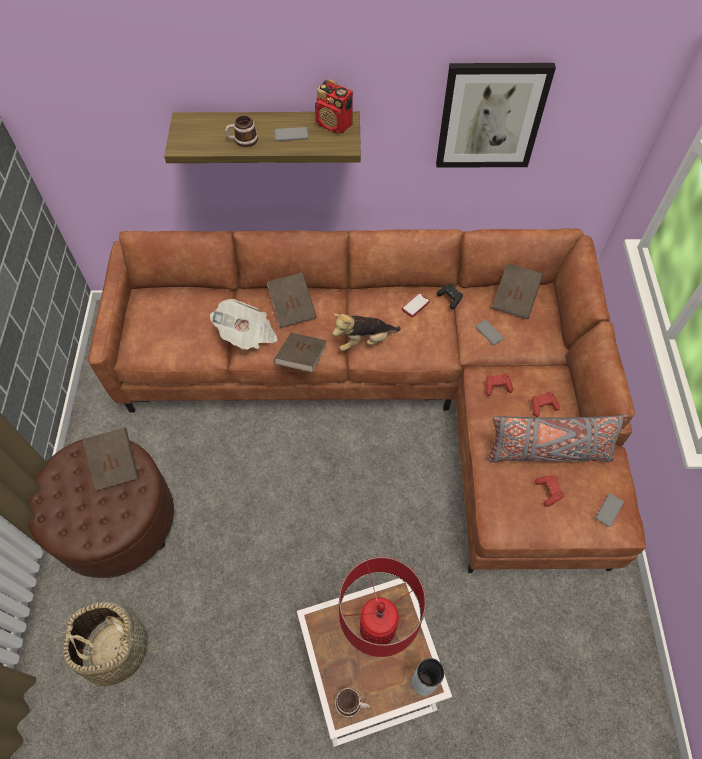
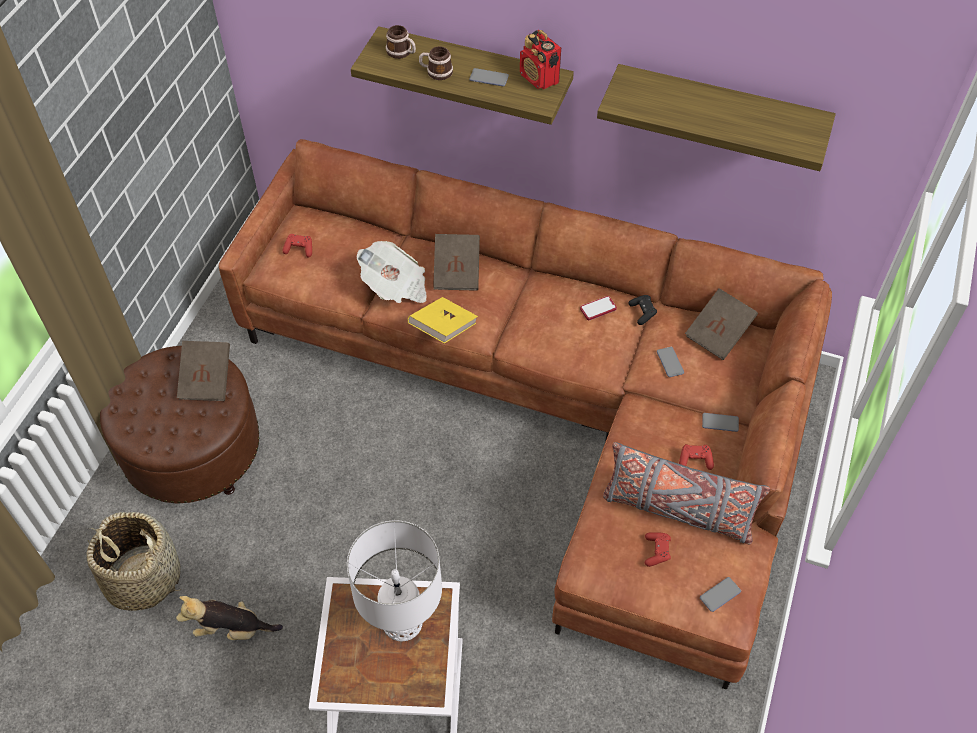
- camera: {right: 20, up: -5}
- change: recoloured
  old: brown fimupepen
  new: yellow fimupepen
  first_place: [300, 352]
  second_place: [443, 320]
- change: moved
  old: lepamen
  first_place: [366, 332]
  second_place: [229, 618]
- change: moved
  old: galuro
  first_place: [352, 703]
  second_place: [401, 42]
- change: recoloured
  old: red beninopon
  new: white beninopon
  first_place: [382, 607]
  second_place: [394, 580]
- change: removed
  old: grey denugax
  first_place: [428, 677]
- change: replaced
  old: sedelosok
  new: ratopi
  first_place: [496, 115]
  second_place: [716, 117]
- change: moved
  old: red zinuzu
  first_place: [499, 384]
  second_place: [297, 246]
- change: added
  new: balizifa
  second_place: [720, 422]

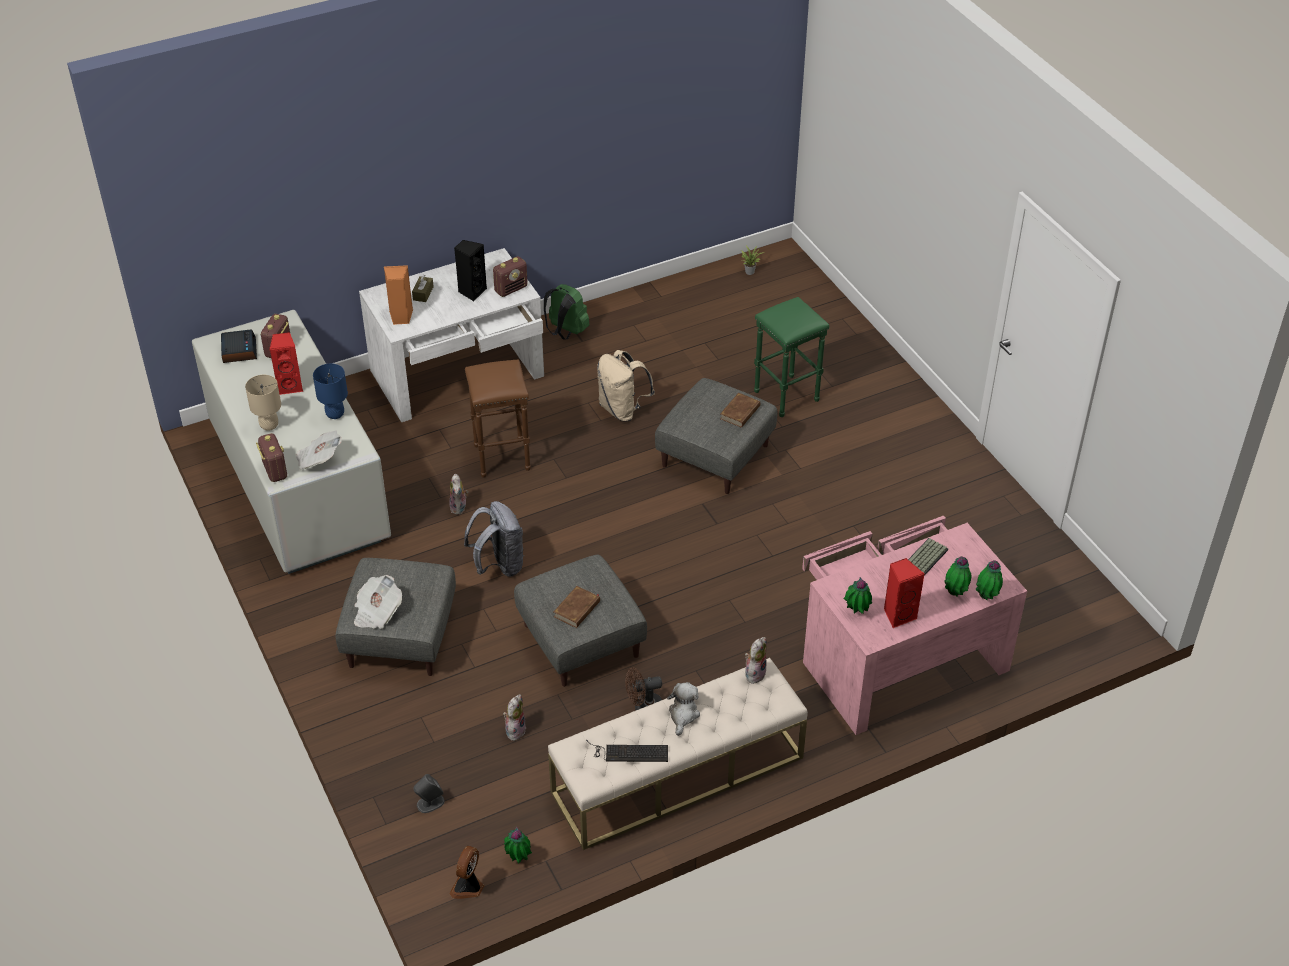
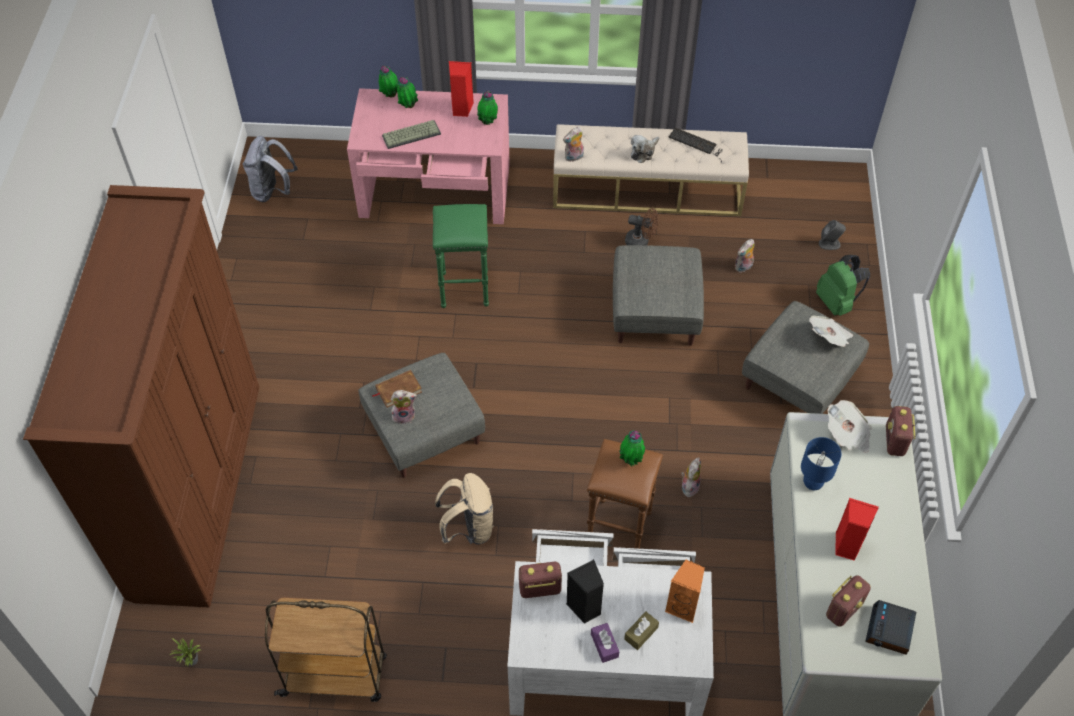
- camera: {right: -150, up: 10}
- change: removed
  old: beige beninopon
  first_place: [263, 402]
- change: removed
  old: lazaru
  first_place: [466, 872]
- change: moved
  old: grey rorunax
  first_place: [494, 539]
  second_place: [270, 169]
- change: moved
  old: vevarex
  first_place: [518, 845]
  second_place: [632, 448]
- change: moved
  old: green rorunax
  first_place: [567, 312]
  second_place: [843, 285]
- change: removed
  old: brown fimupepen
  first_place: [577, 607]
- change: moved
  old: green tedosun
  first_place: [791, 357]
  second_place: [461, 256]
- change: added
  new: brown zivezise
  second_place: [141, 396]
- change: added
  new: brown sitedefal
  second_place: [326, 650]
- change: added
  new: lepamen
  second_place: [404, 407]
- change: added
  new: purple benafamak
  second_place: [605, 643]

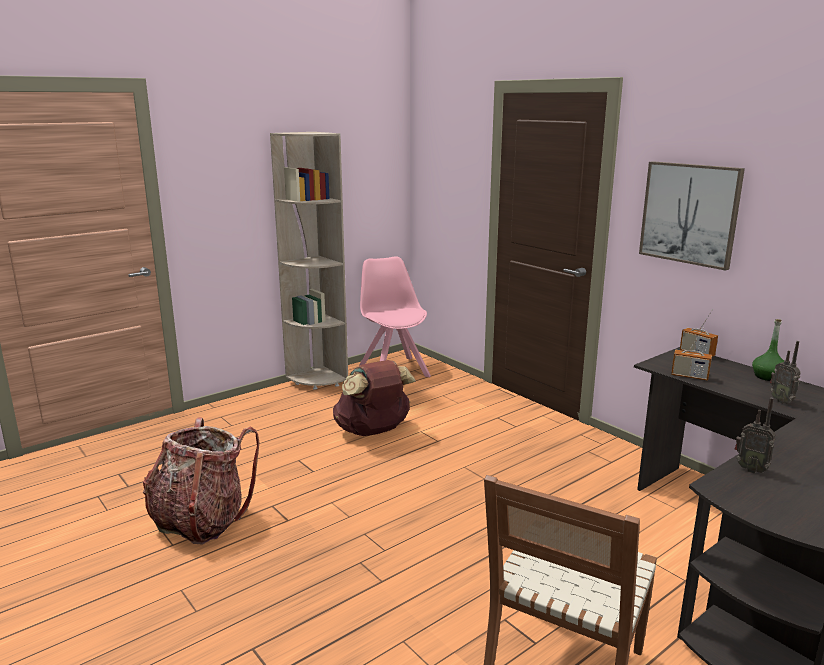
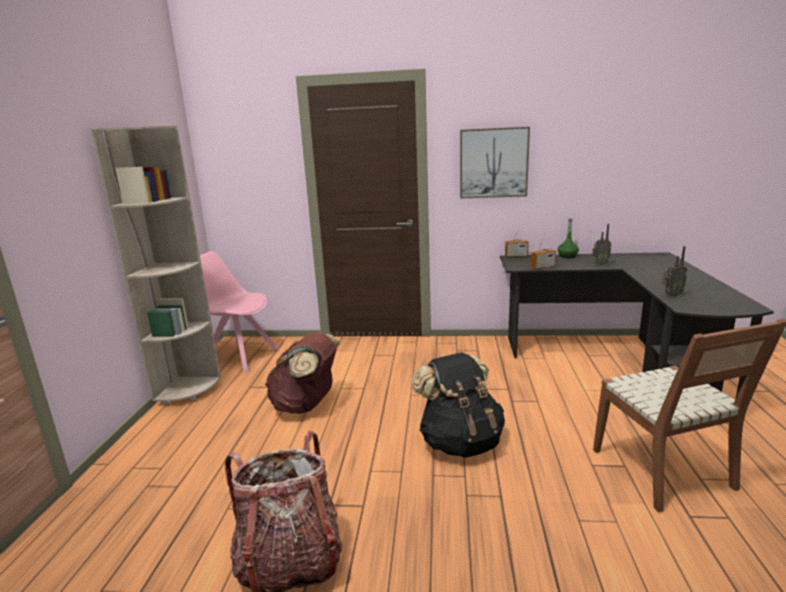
- camera: {right: -45, up: 0}
- change: added
  new: black rorunax
  second_place: [458, 405]

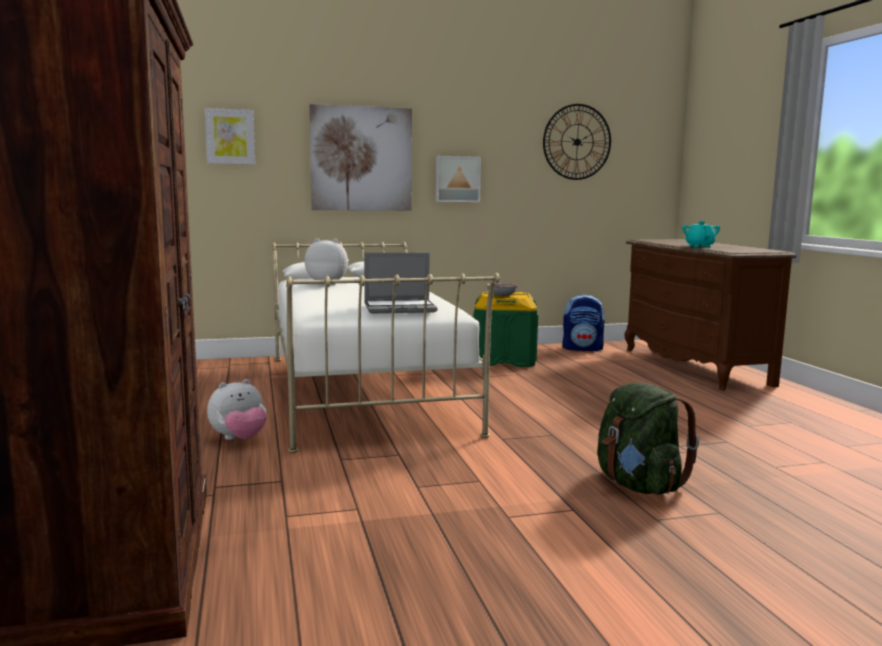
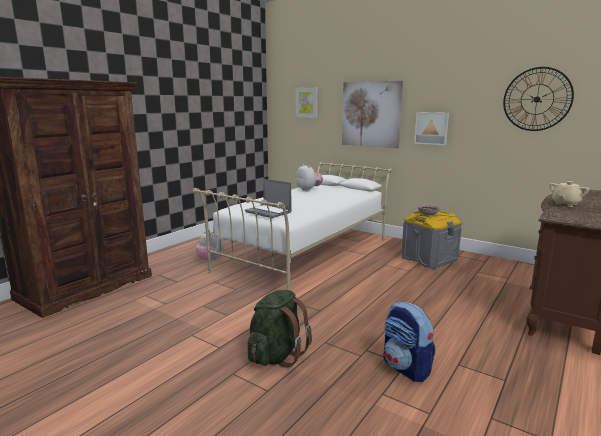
- camera: {right: 50, up: 5}
- change: recoloured
  old: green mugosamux
  new: grey mugosamux
  first_place: [505, 329]
  second_place: [432, 239]
- change: moved
  old: rorunax
  first_place: [583, 323]
  second_place: [409, 342]
- change: recoloured
  old: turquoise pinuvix
  new: beige pinuvix
  first_place: [701, 234]
  second_place: [569, 194]

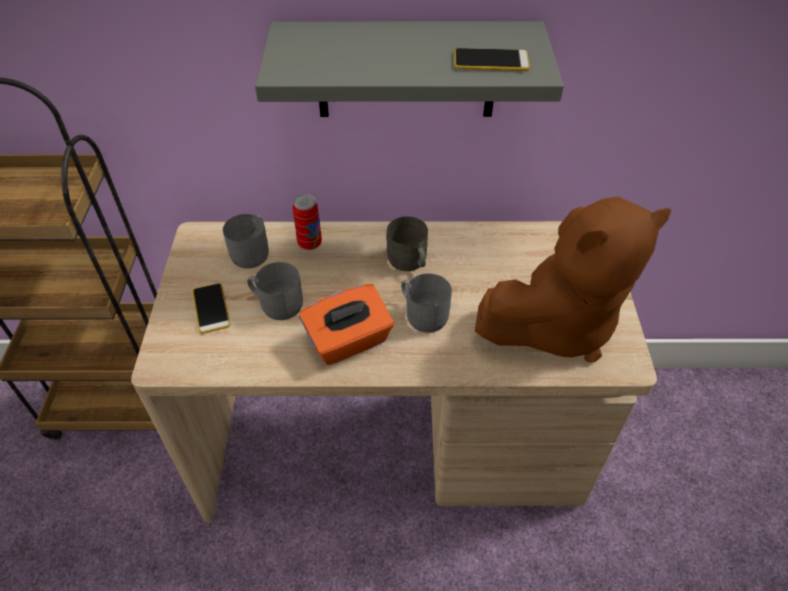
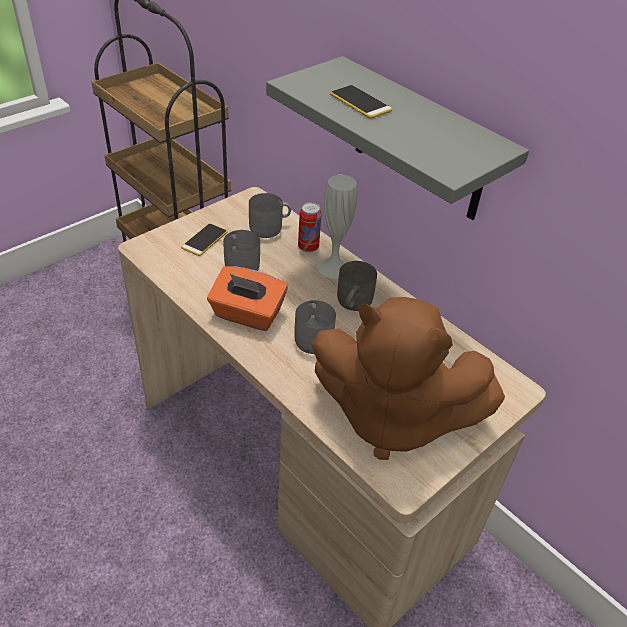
- camera: {right: 45, up: -5}
- change: moved
  old: balizifa
  first_place: [492, 59]
  second_place: [361, 101]
- change: added
  new: white denugax
  second_place: [337, 227]

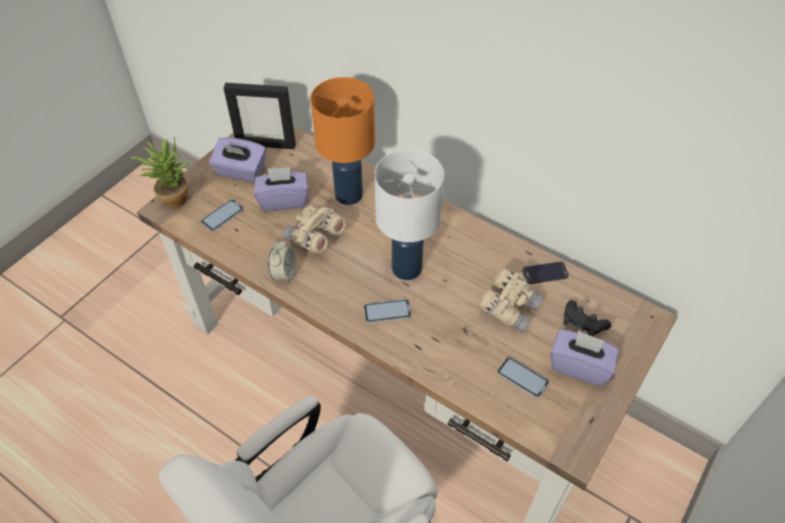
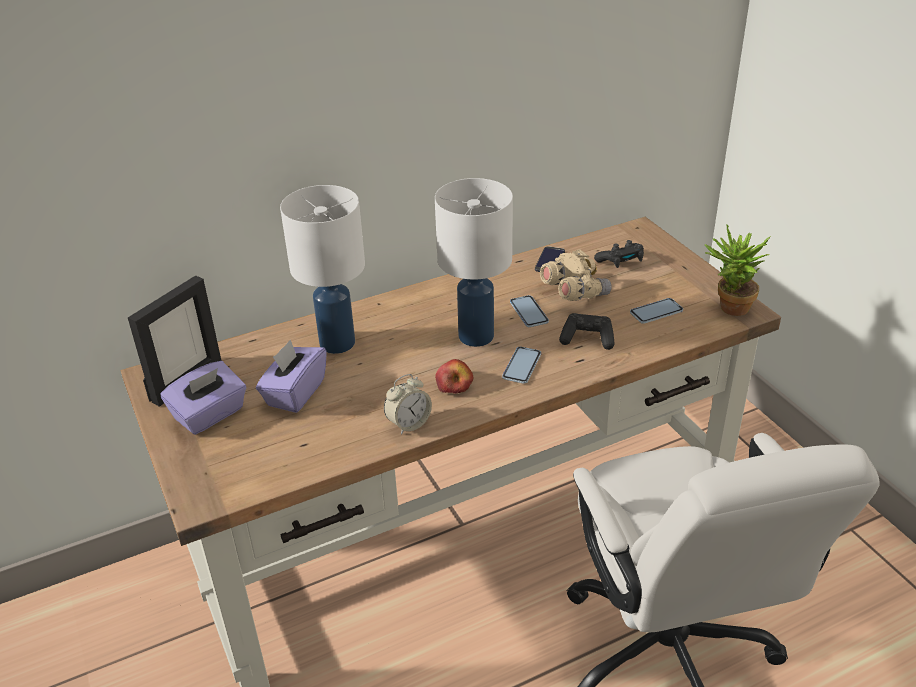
- camera: {right: -60, up: -15}
- change: moved
  old: vevarex
  first_place: [160, 172]
  second_place: [738, 270]
- change: moved
  old: balizifa
  first_place: [222, 215]
  second_place: [529, 311]
- change: turned
  old: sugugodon
  first_place: [282, 261]
  second_place: [408, 404]
  degrees: 105
- change: removed
  old: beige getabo
  first_place: [314, 229]
- change: recoloured
  old: orange beninopon
  new: white beninopon
  first_place: [342, 141]
  second_place: [322, 269]
- change: removed
  old: purple benafamak
  first_place: [584, 357]
- change: added
  new: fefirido
  second_place: [454, 376]
- change: added
  new: black zinuzu
  second_place: [586, 331]

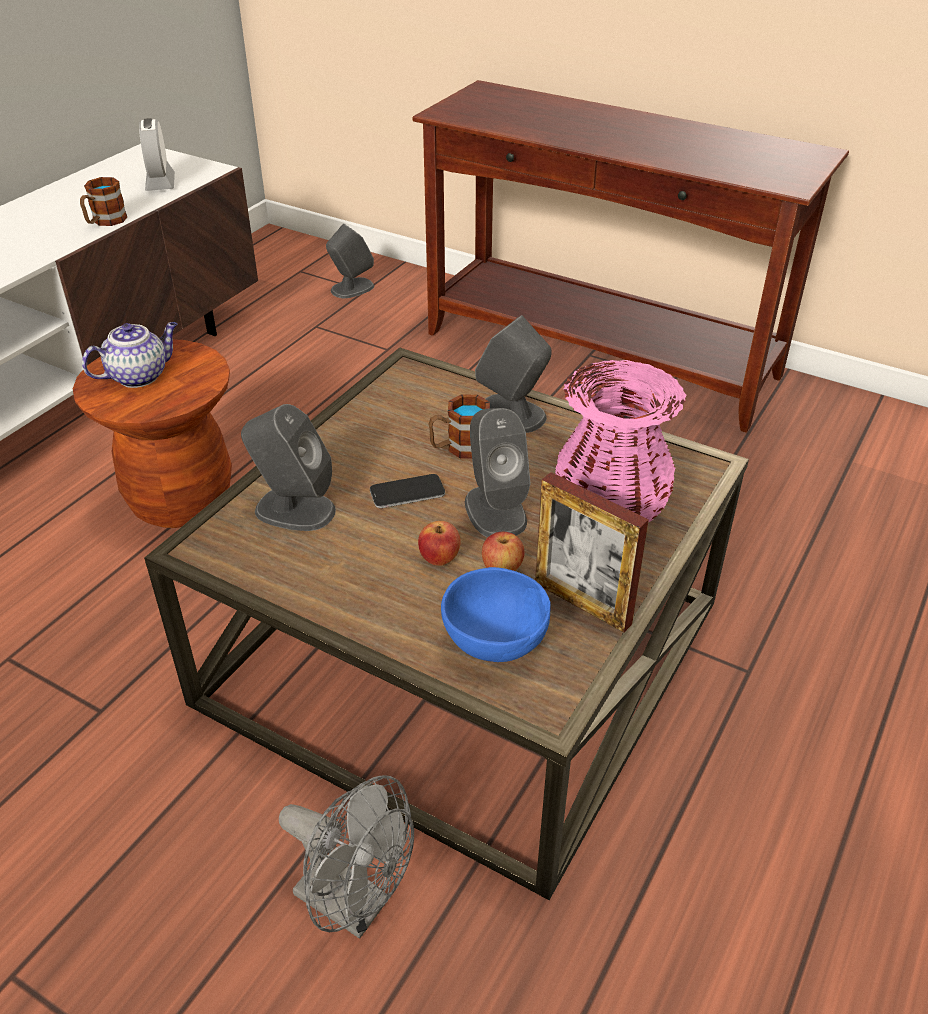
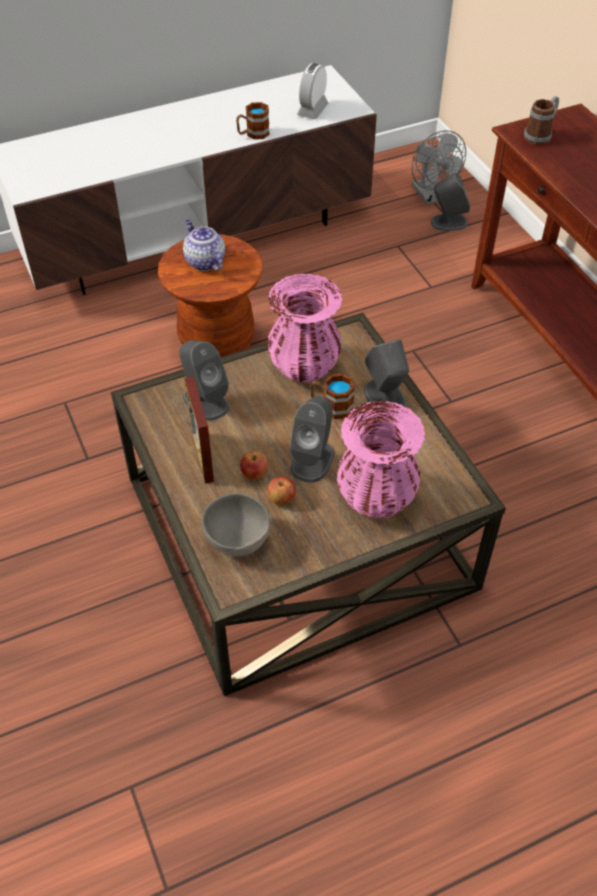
- camera: {right: 35, up: 10}
- change: turned
  old: pinuvix
  first_place: [130, 355]
  second_place: [204, 245]
  degrees: -120
- change: moved
  old: grey lazaru
  first_place: [346, 857]
  second_place: [438, 167]
- change: removed
  old: balizifa
  first_place: [407, 491]
- change: recoloured
  old: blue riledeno
  new: grey riledeno
  first_place: [495, 614]
  second_place: [236, 524]
- change: moved
  old: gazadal
  first_place: [592, 552]
  second_place: [199, 430]
- change: added
  new: pink denugax
  second_place: [305, 328]
- change: added
  new: galuro
  second_place: [541, 120]

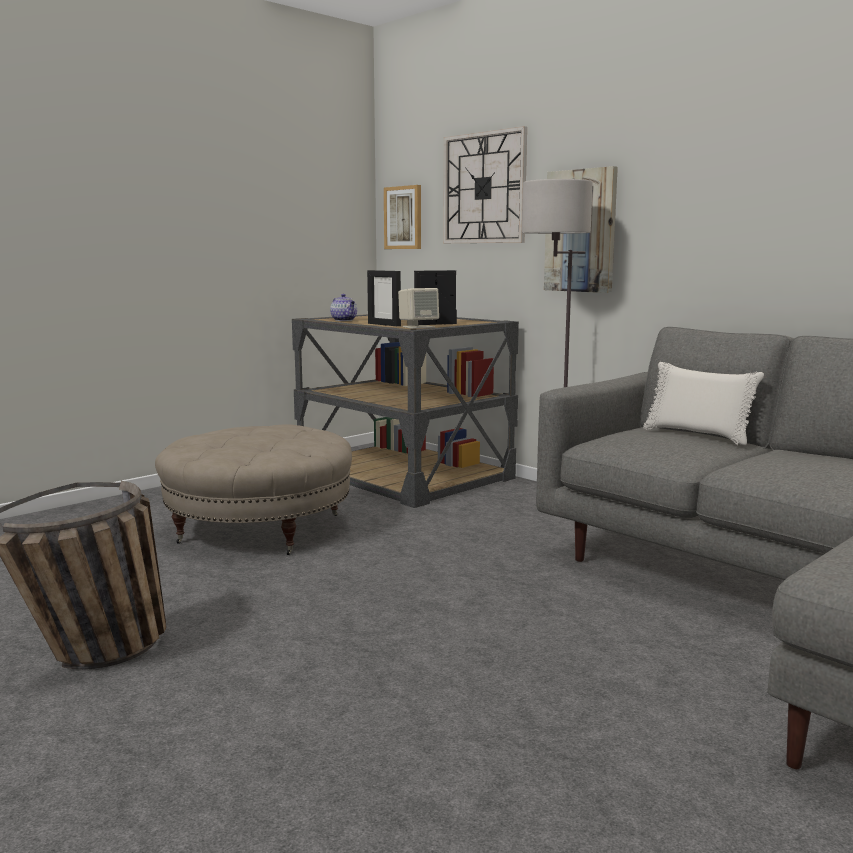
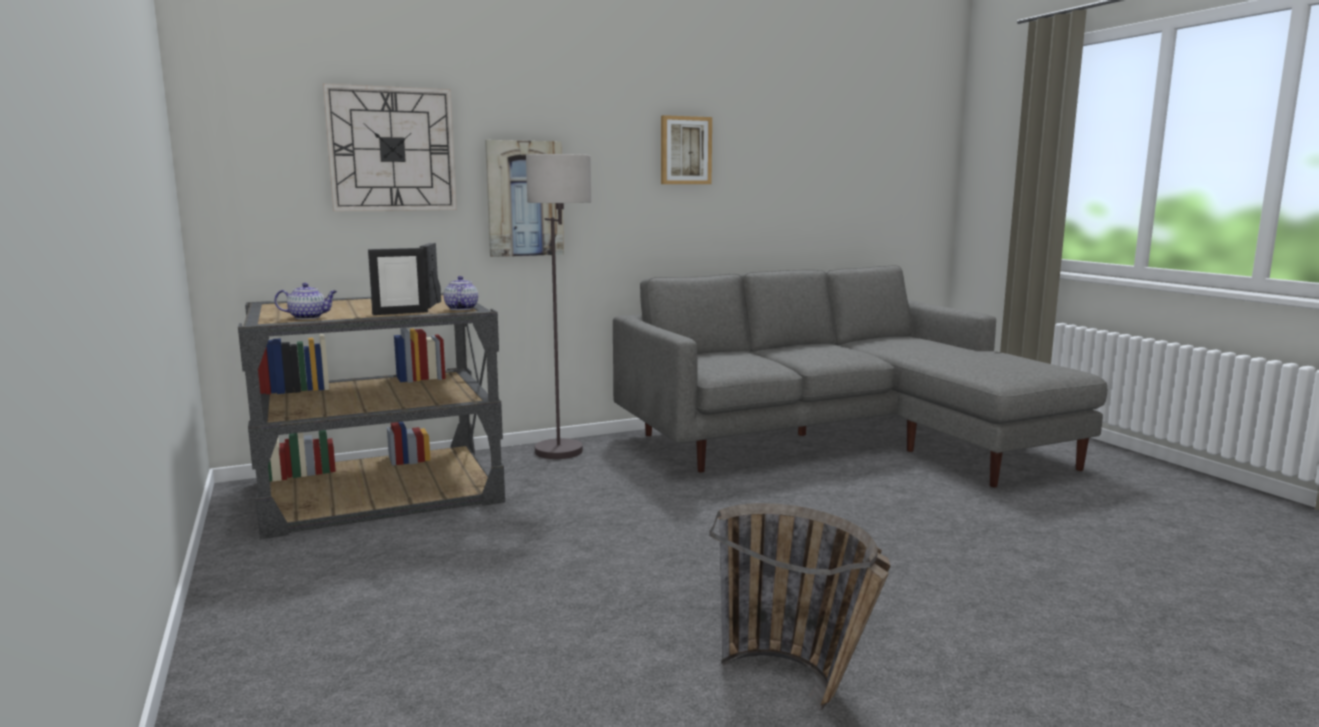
- camera: {right: -70, up: 0}
- change: removed
  old: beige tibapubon
  first_place: [253, 489]
- change: moved
  old: sedelosok
  first_place: [402, 217]
  second_place: [686, 149]
- change: replaced
  old: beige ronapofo
  new: pinuvix
  first_place: [418, 308]
  second_place: [461, 293]
- change: removed
  old: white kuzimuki
  first_place: [703, 403]

